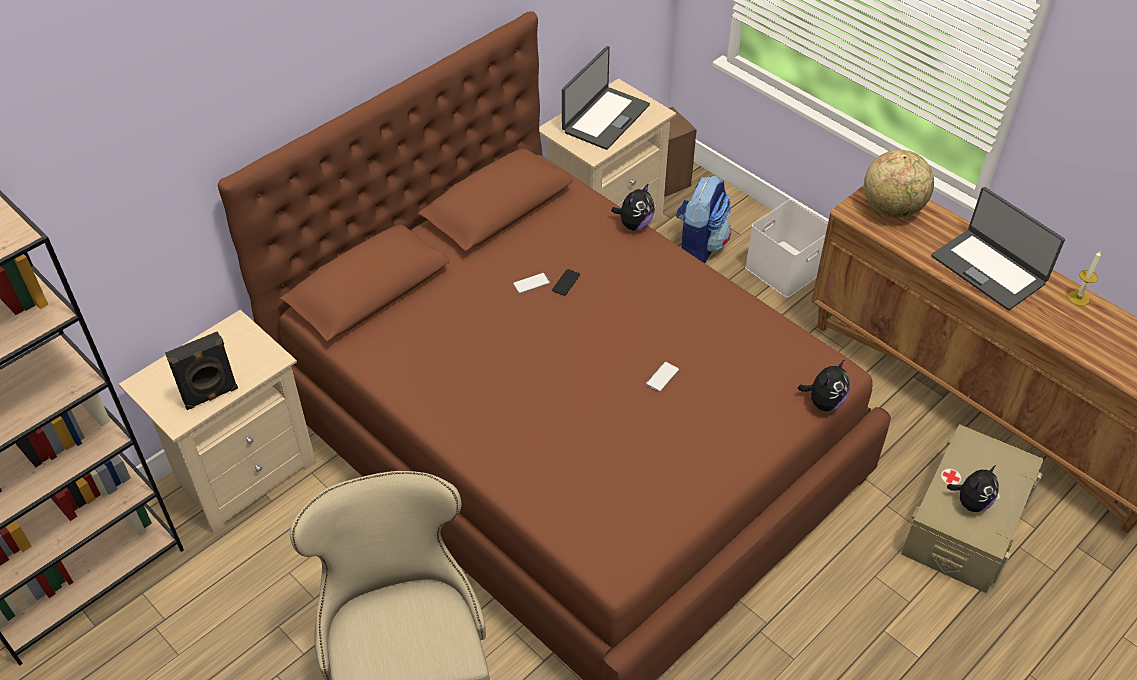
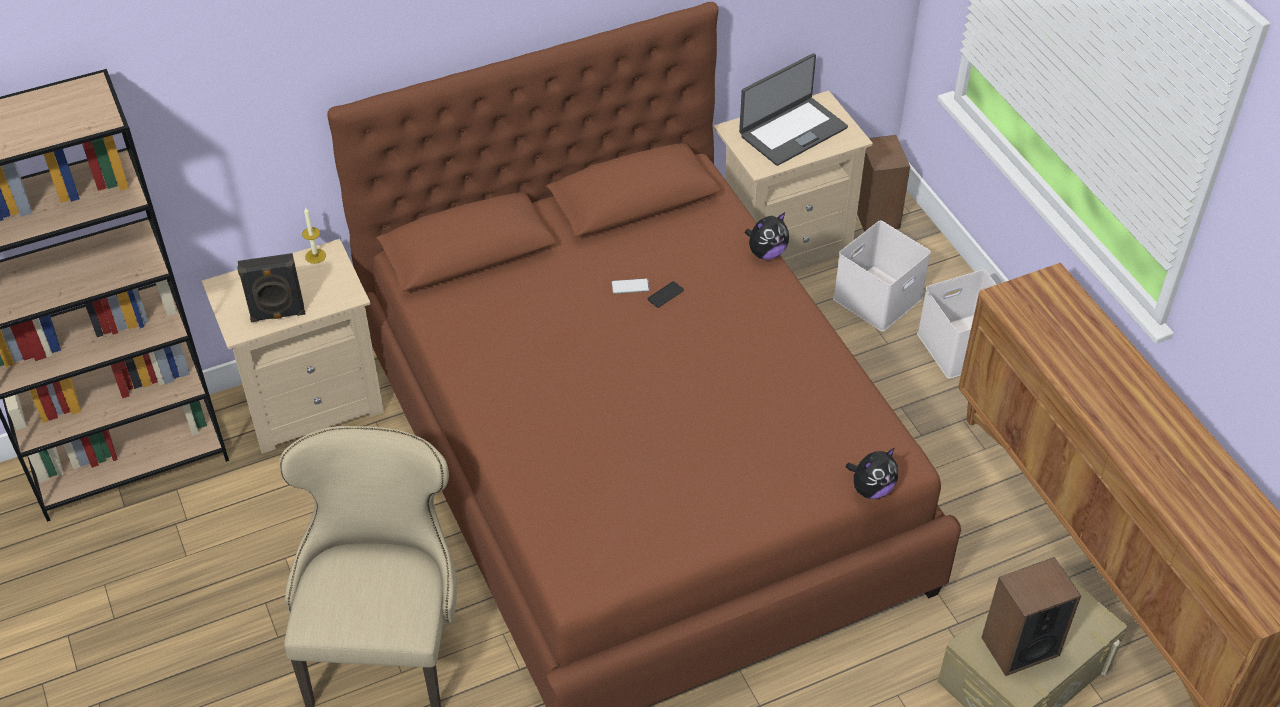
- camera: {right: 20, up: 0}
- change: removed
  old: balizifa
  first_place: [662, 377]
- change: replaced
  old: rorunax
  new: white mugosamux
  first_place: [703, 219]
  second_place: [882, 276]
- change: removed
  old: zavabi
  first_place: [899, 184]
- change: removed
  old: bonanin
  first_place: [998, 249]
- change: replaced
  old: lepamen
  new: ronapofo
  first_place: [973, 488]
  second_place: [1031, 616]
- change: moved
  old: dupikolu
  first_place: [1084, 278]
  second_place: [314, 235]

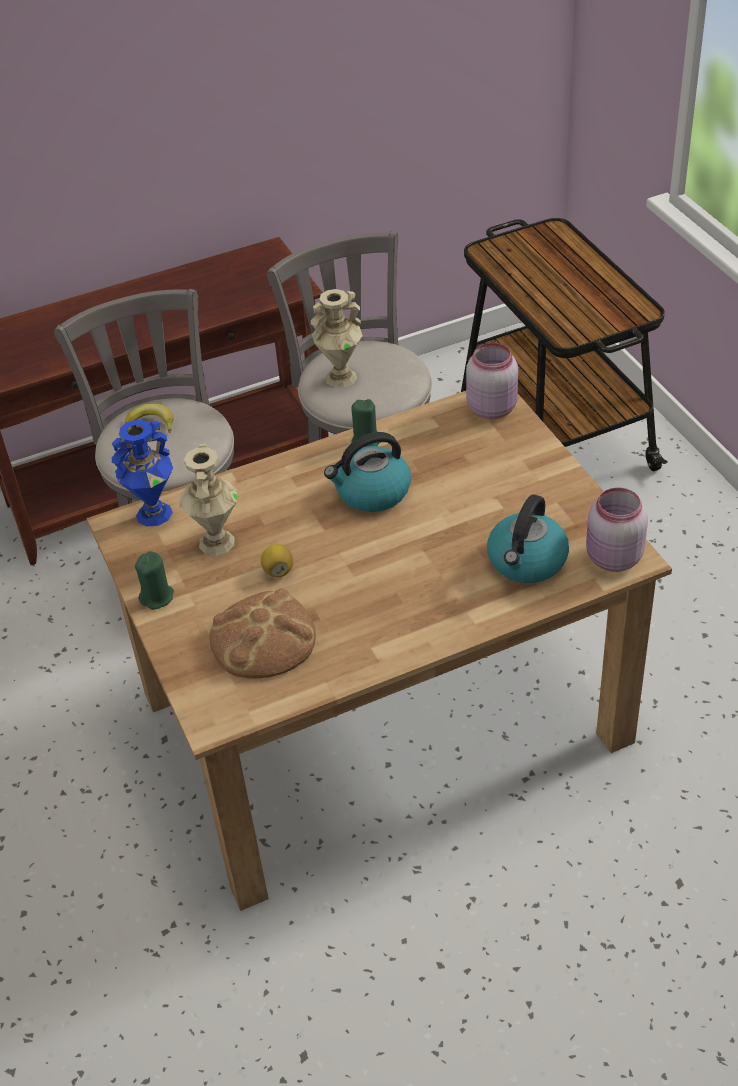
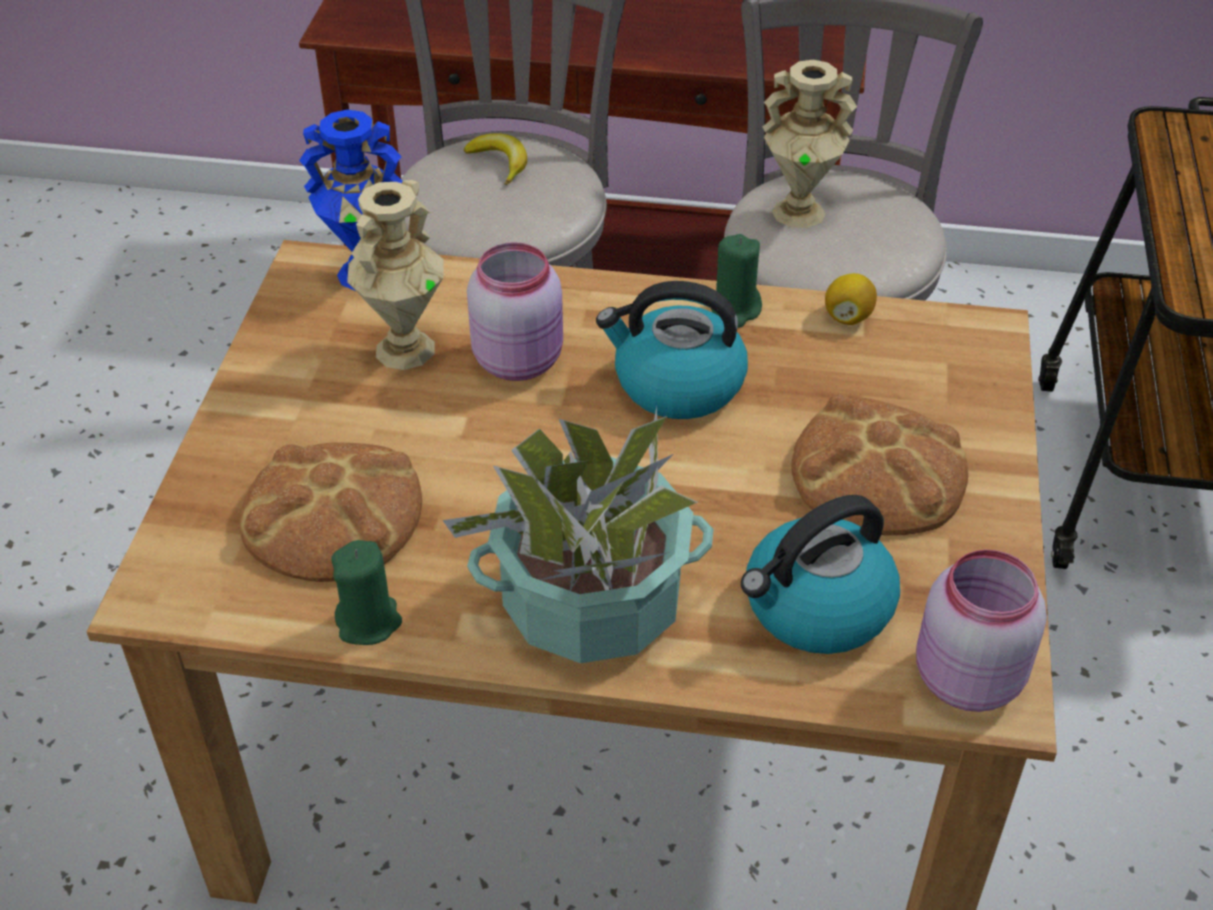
- camera: {right: 30, up: 0}
- change: moved
  old: green dupikolu
  first_place: [154, 580]
  second_place: [366, 592]
- change: moved
  old: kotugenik
  first_place: [277, 560]
  second_place: [851, 299]
- change: moved
  old: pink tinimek
  first_place: [492, 381]
  second_place: [515, 311]
- change: added
  new: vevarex
  second_place: [578, 535]
- change: added
  new: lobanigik
  second_place: [879, 464]

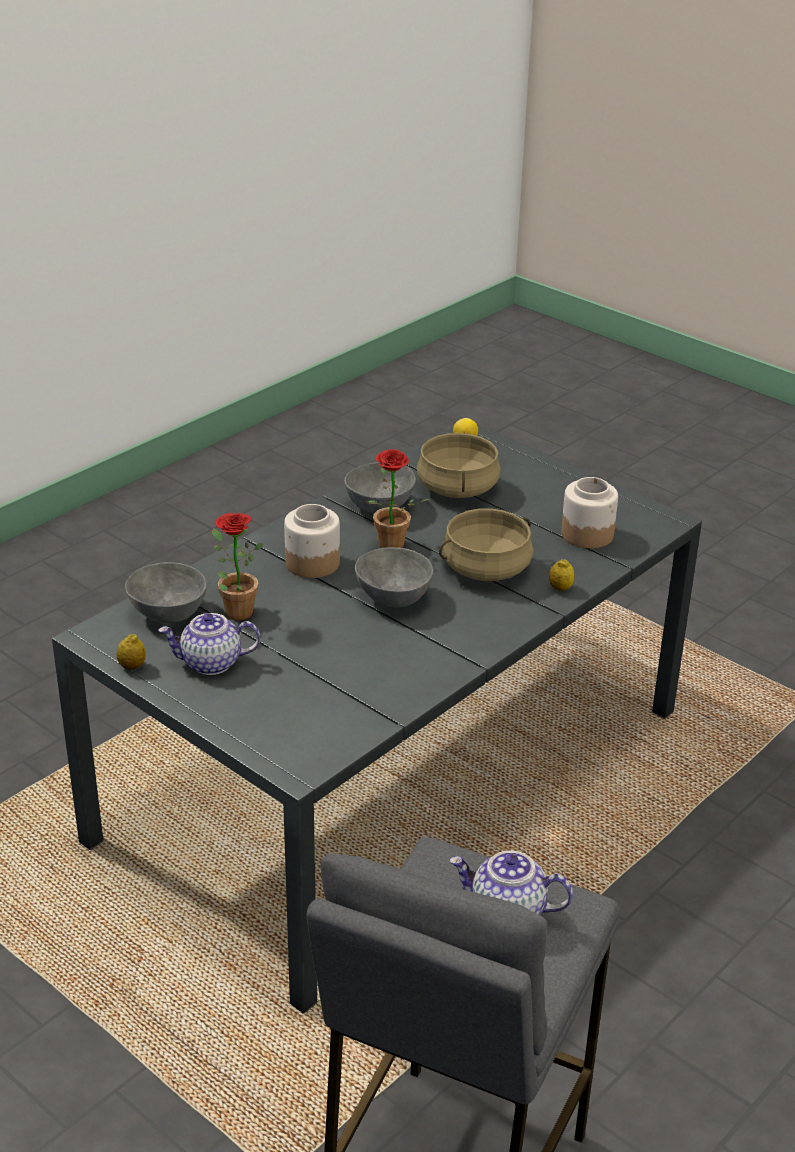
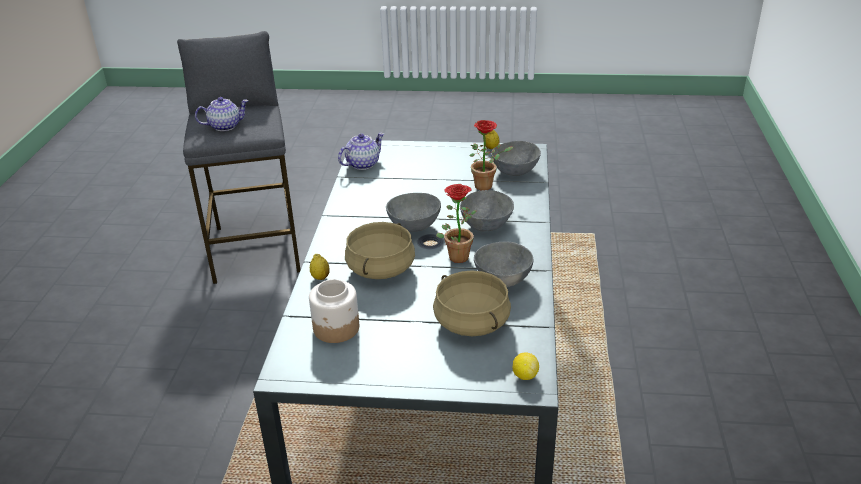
- camera: {right: 145, up: 0}
- change: moved
  old: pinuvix
  first_place: [209, 644]
  second_place: [361, 151]
- change: replaced
  old: tinimek
  new: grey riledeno
  first_place: [312, 541]
  second_place: [487, 210]

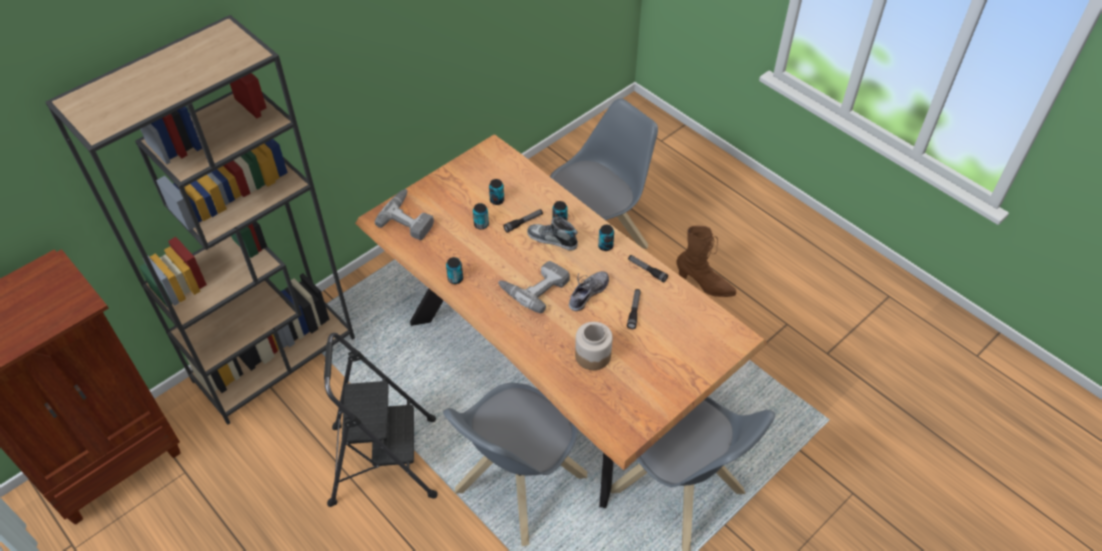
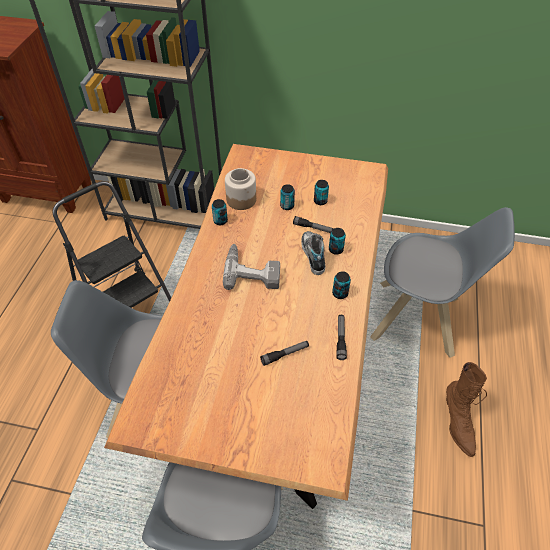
- camera: {right: 55, up: 0}
- change: removed
  old: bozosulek
  first_place: [404, 214]
- change: removed
  old: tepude
  first_place: [589, 291]
- change: moved
  old: tinimek
  first_place: [594, 346]
  second_place: [240, 189]

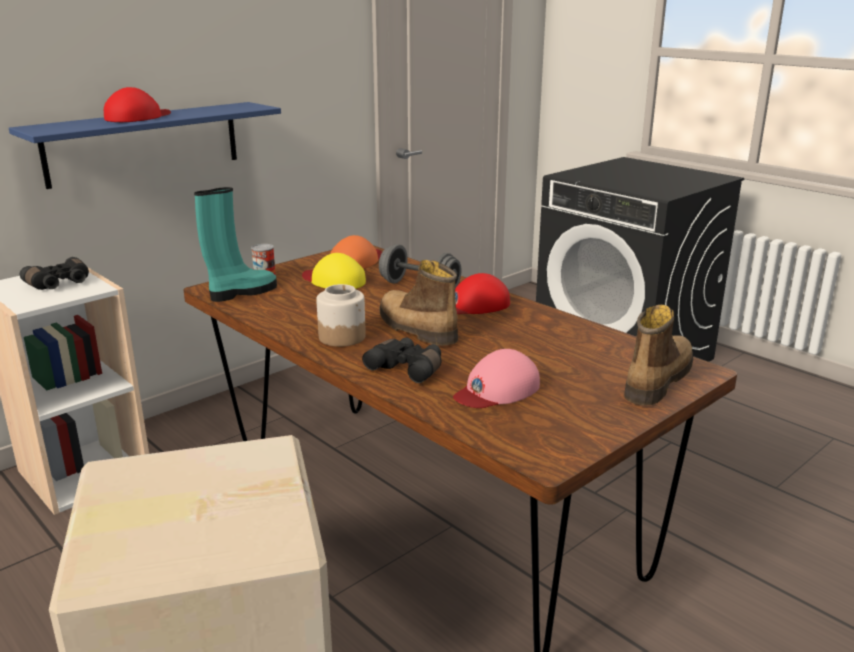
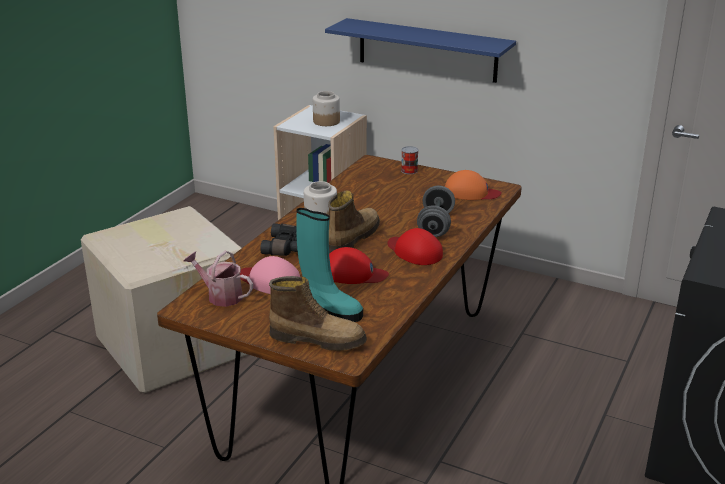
- camera: {right: 70, up: 5}
- change: replaced
  old: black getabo
  new: tinimek
  first_place: [54, 273]
  second_place: [326, 108]
- change: moved
  old: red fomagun
  first_place: [137, 104]
  second_place: [359, 265]
- change: moved
  old: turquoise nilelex
  first_place: [235, 244]
  second_place: [329, 265]
- change: removed
  old: yellow fomagun
  first_place: [334, 271]
- change: added
  new: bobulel
  second_place: [218, 279]

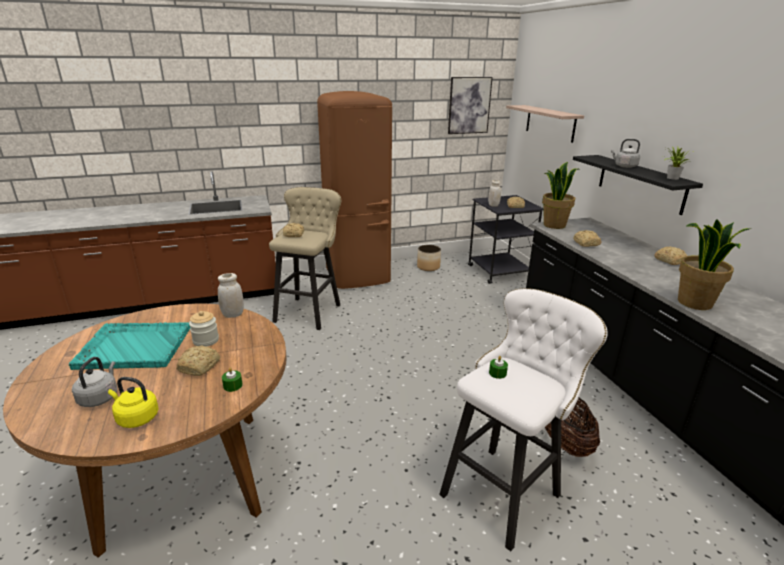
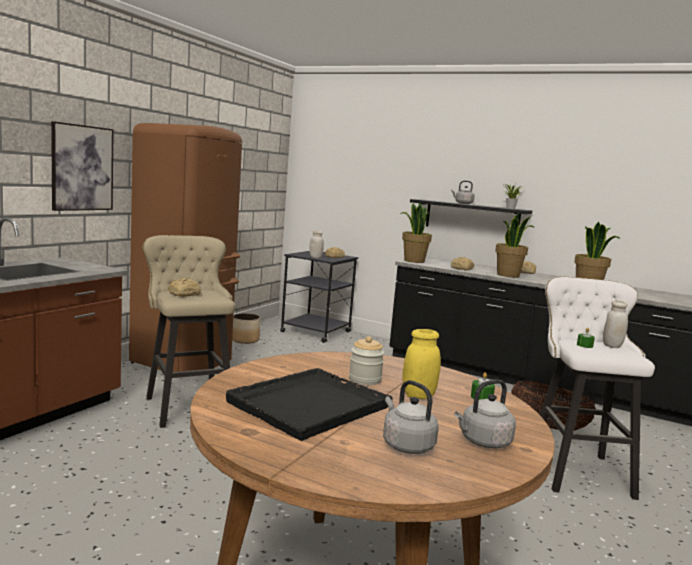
- camera: {right: -45, up: -15}
- change: recoloured
  old: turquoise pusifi
  new: black pusifi
  first_place: [130, 346]
  second_place: [309, 404]
- change: recoloured
  old: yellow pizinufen
  new: grey pizinufen
  first_place: [133, 402]
  second_place: [485, 414]
- change: replaced
  old: lobanigik
  new: yellow tinimek
  first_place: [198, 360]
  second_place: [421, 364]
- change: moved
  old: white tinimek
  first_place: [231, 295]
  second_place: [615, 324]
- change: moved
  old: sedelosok
  first_place: [470, 105]
  second_place: [82, 166]
- change: removed
  old: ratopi
  first_place: [545, 124]
- change: added
  new: vevarex
  second_place: [514, 246]

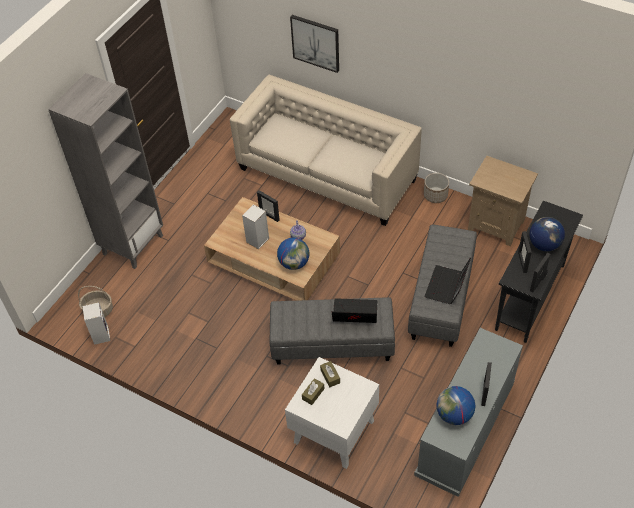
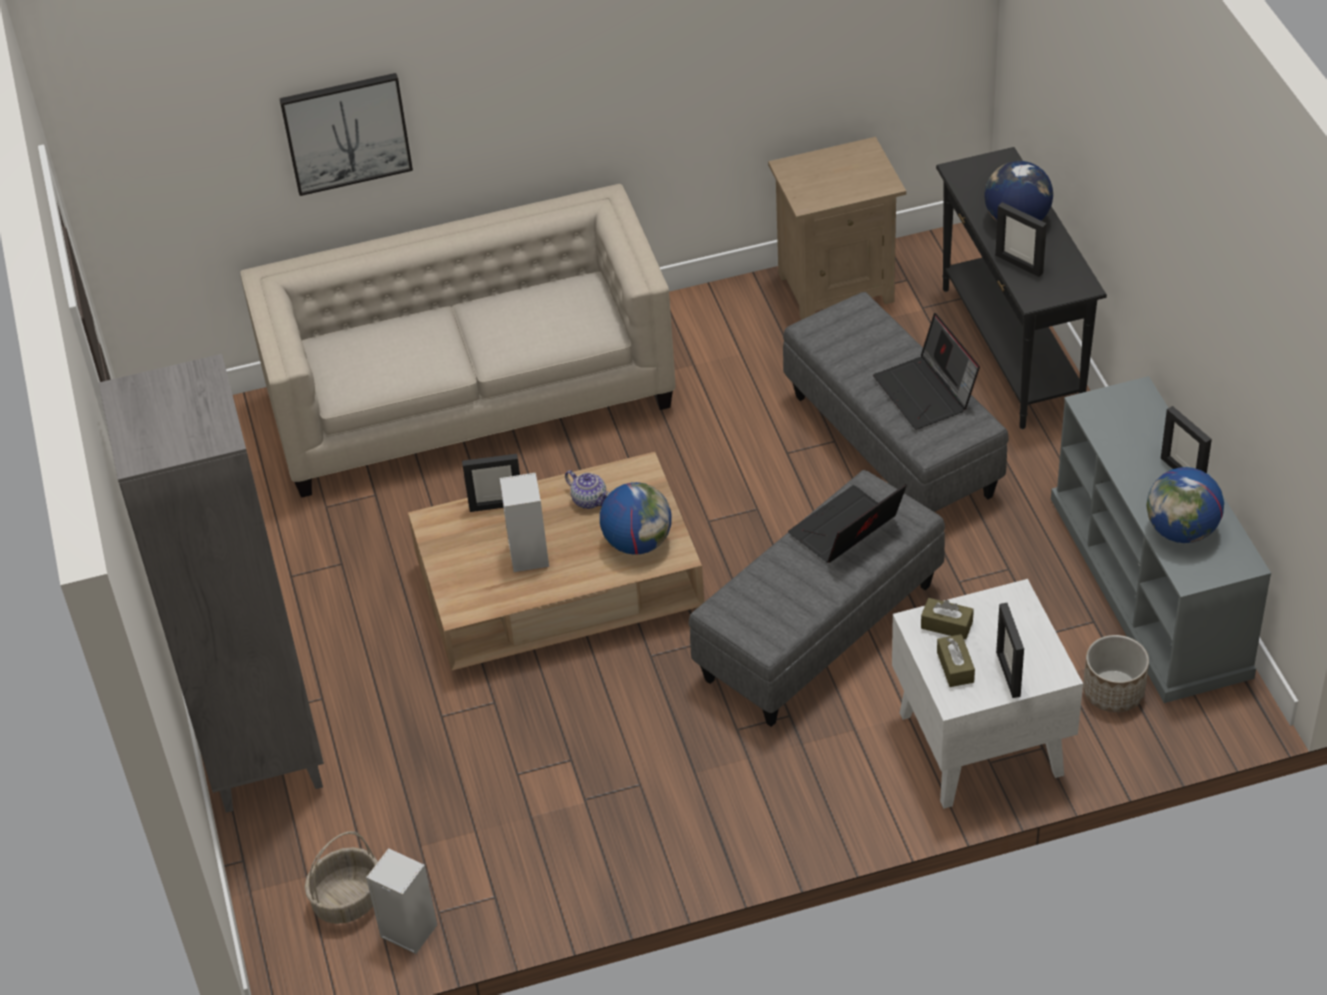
- camera: {right: -45, up: -5}
- change: moved
  old: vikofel
  first_place: [436, 188]
  second_place: [1116, 673]
- change: moved
  old: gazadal
  first_place: [540, 273]
  second_place: [1010, 650]

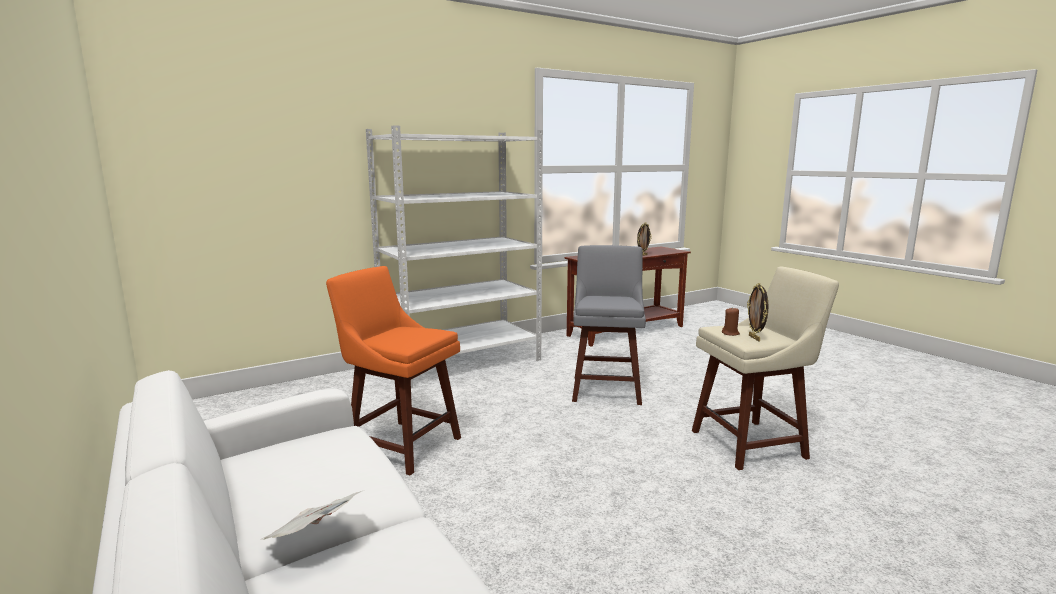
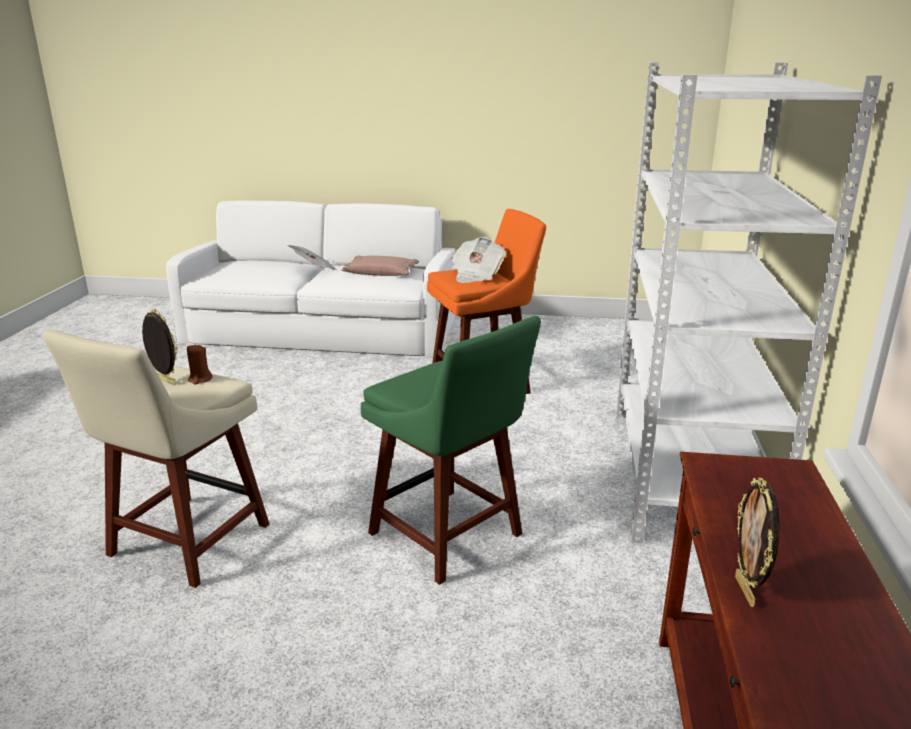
- camera: {right: 130, up: 10}
- change: recoloured
  old: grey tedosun
  new: green tedosun
  first_place: [609, 325]
  second_place: [451, 450]
- change: added
  new: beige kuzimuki
  second_place: [380, 265]
- change: added
  new: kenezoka
  second_place: [478, 260]

